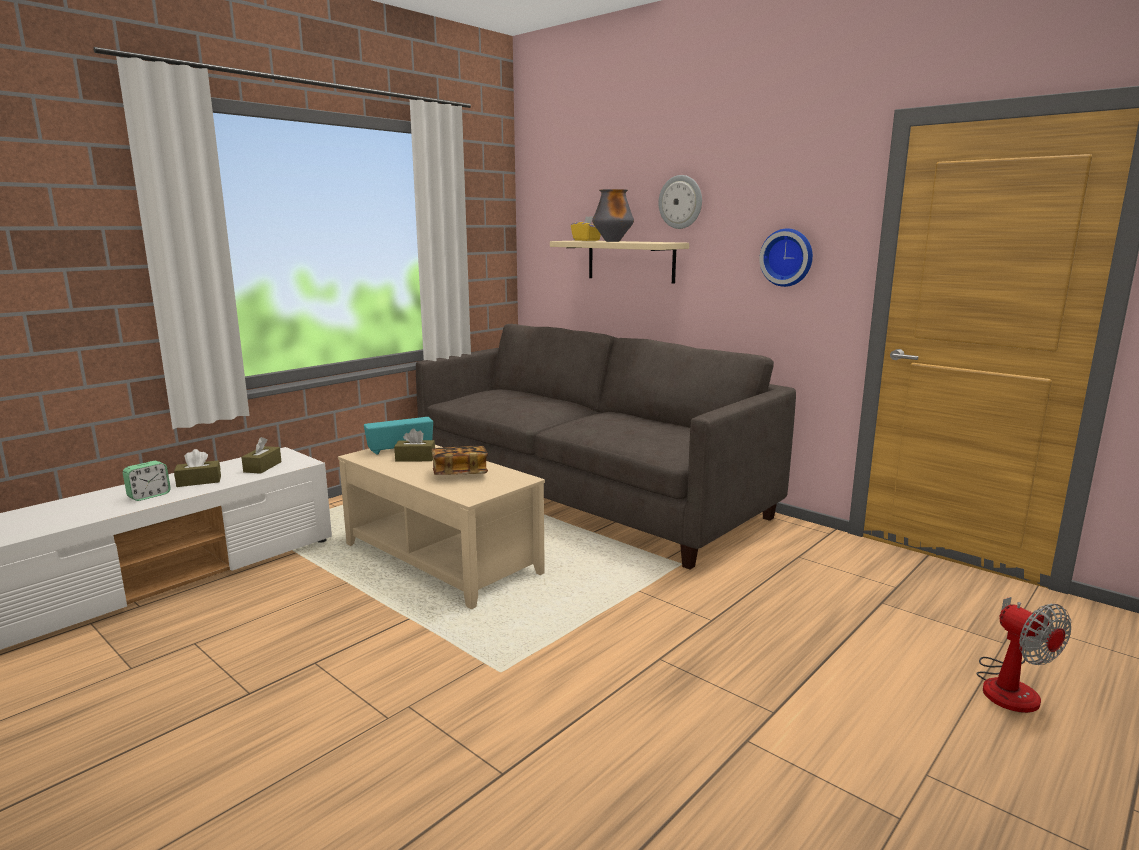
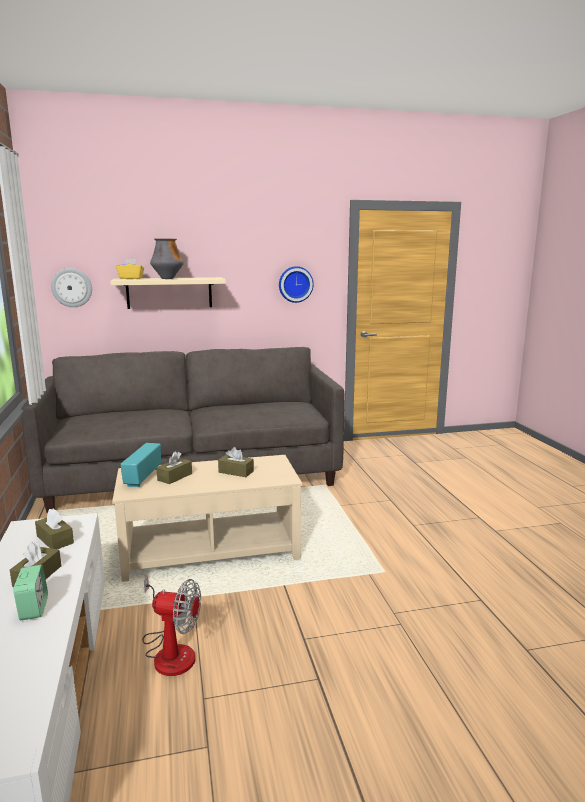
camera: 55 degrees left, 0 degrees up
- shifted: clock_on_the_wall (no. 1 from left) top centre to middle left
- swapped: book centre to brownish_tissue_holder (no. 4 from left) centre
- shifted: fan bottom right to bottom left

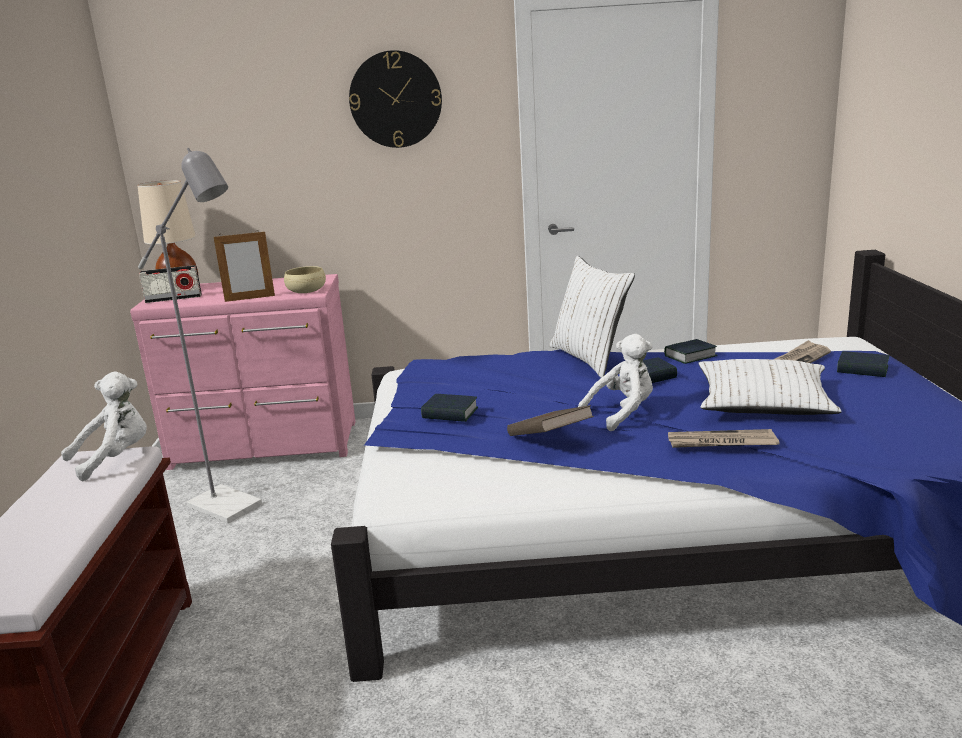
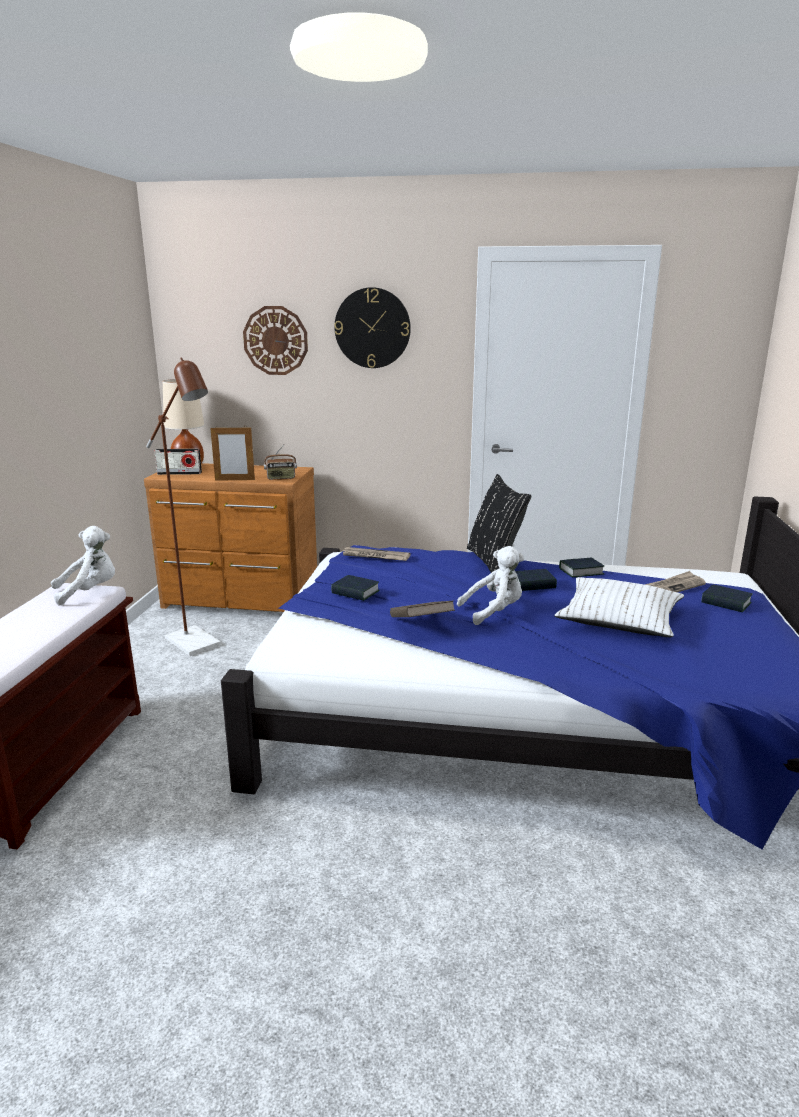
camera: 10 degrees right, 0 degrees up
- repainted: gray_floor_lamp middle left to brownish_floor_lamp middle left
- repainted: white_throw_pillow (no. 1 from left) centre to blackish_throw_pillow centre
- swapped: beige-coloured_deep_dish middle left to radio_receiver (no. 2 from left) centre
- repainted: pink-coloured_drawer_chest middle left to brownish_drawer_chest middle left
- shifted: newspaper (no. 1 from left) middle right to centre
- new: clock_on_the_wall (no. 1 from left) top centre

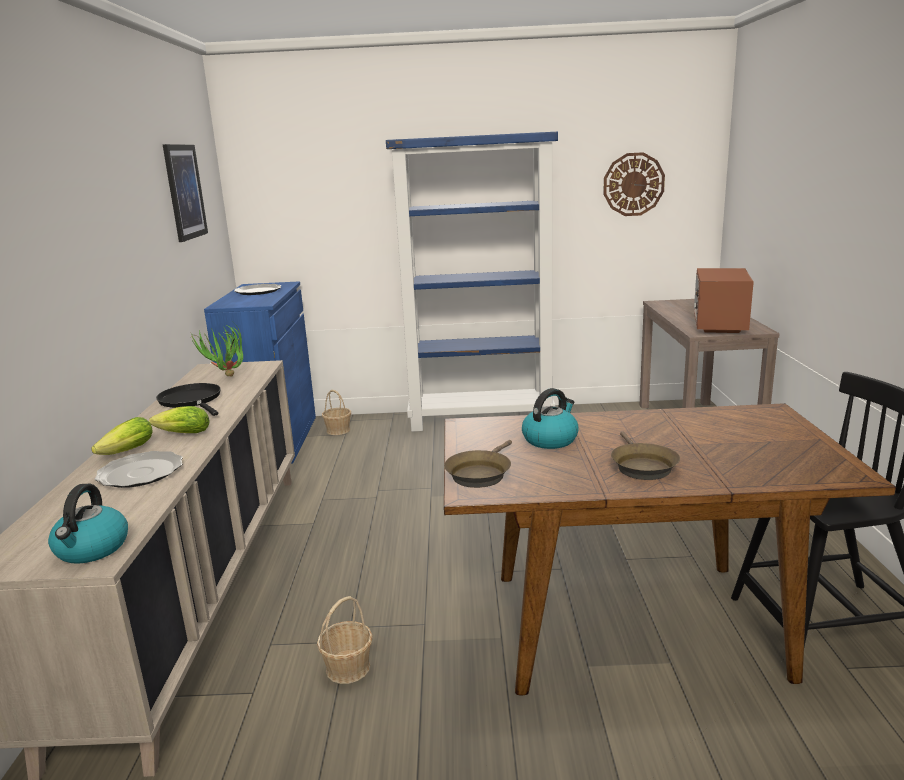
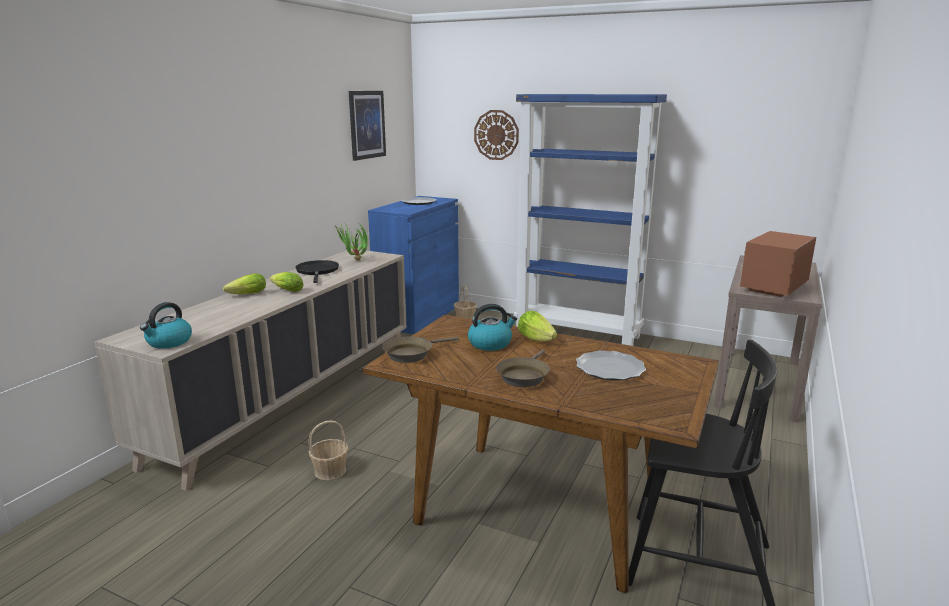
camera: 25 degrees right, 0 degrees up
- shifted: clock_on_the_wall top right to top centre
- shifted: flat_dish (no. 1 from left in the first image) middle left to flat_dish (no. 2 from left) centre
- new: head_of_lettuce (no. 3 from left) centre

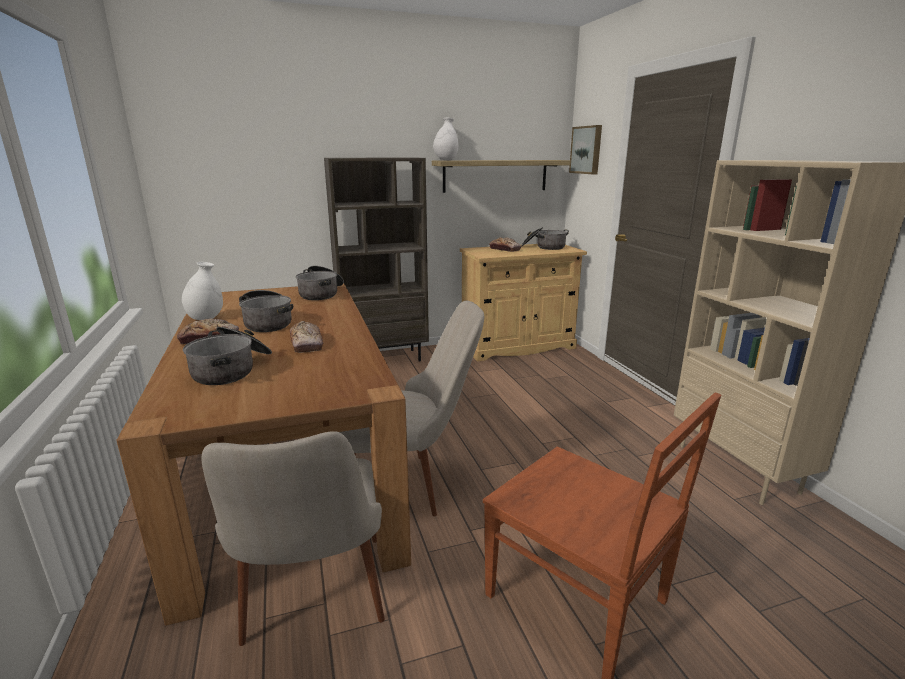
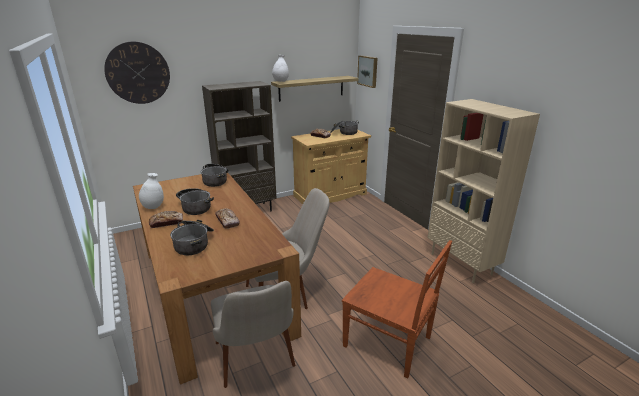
camera: 10 degrees left, 5 degrees up
- new: clock_on_the_wall top left

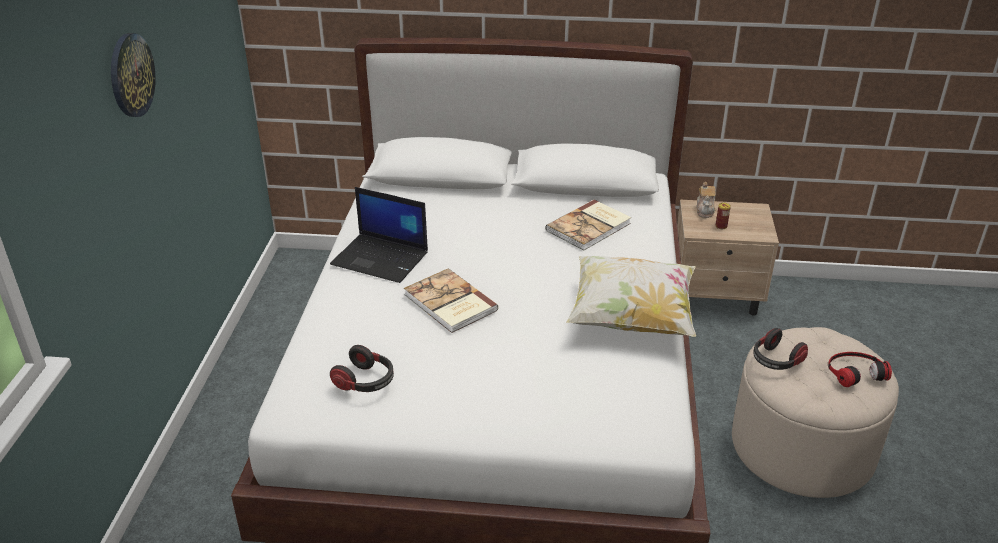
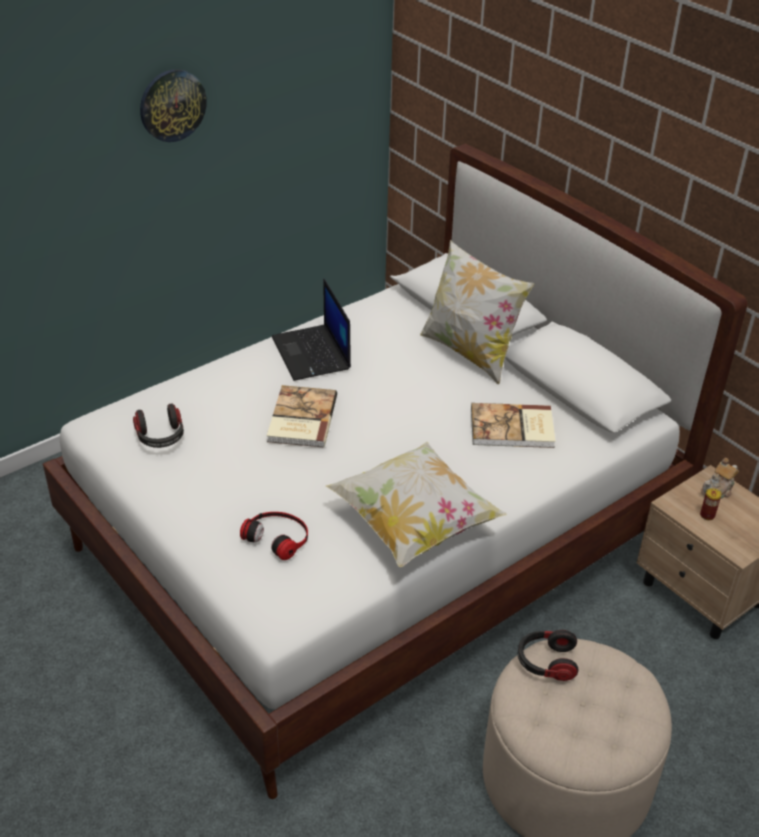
camera: 45 degrees right, 5 degrees up
- shifted: headset (no. 3 from left in the first image) bottom right to headset (no. 2 from left) centre
- new: throw_pillow (no. 2 from left) centre

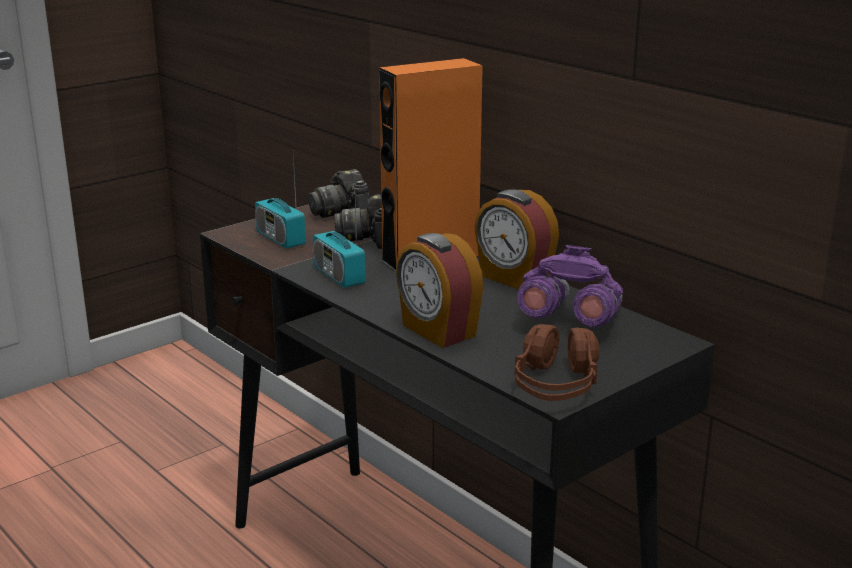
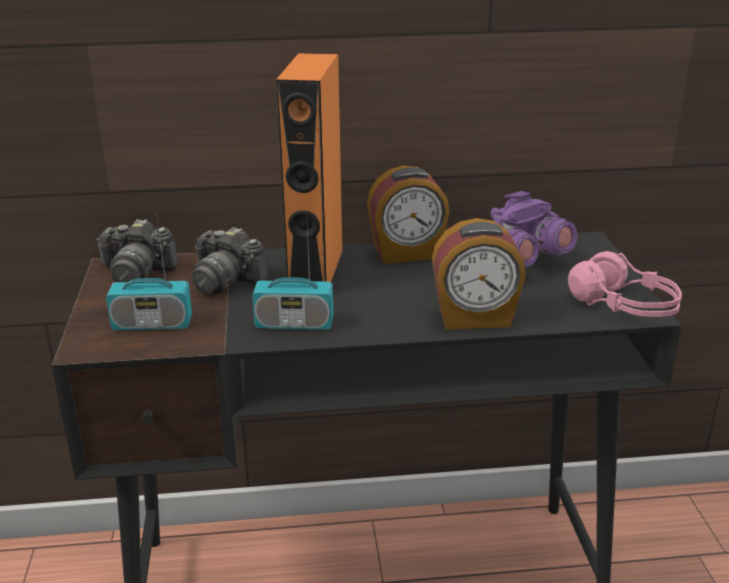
camera: 55 degrees left, 5 degrees up
- repainted: brownish_headset centre to pink-coloured_headset middle right

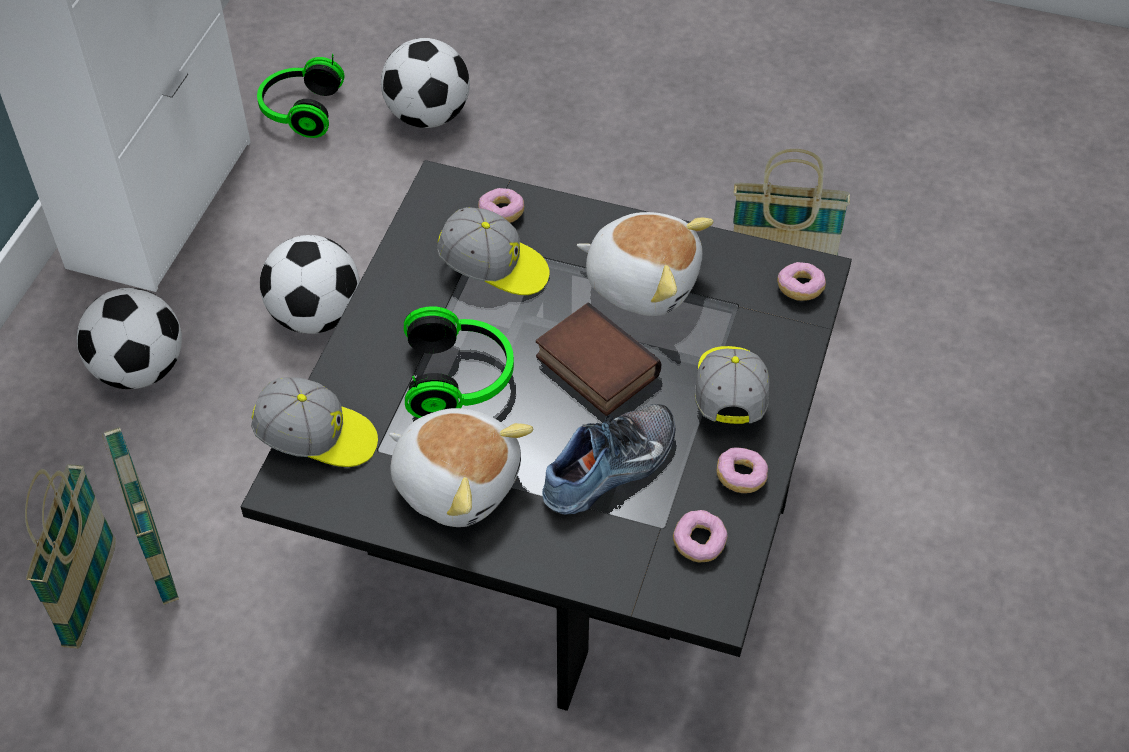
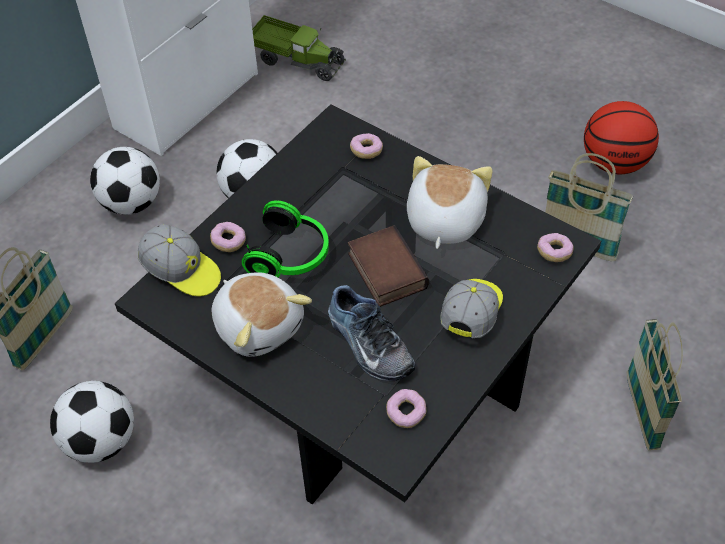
camera: 20 degrees right, 0 degrees up
- shifted: ball_for_football (no. 3 from left in the first image) top centre to ball_for_football (no. 1 from left) bottom left
- swapped: headset (no. 1 from left) top left to toy_truck top centre
- gone: peaked_cap (no. 2 from left) centre
- rotated: soft_toy (no. 2 from left) centre = centre 120 degrees counterclockwise
- rotated: low_shoe centre = centre 75 degrees clockwise
- shifted: basket (no. 2 from left in the first image) bottom left to basket (no. 3 from left) bottom right
- shifted: donut (no. 3 from left in the first image) centre to donut (no. 1 from left) middle left
- new: ball_for_basketball top right

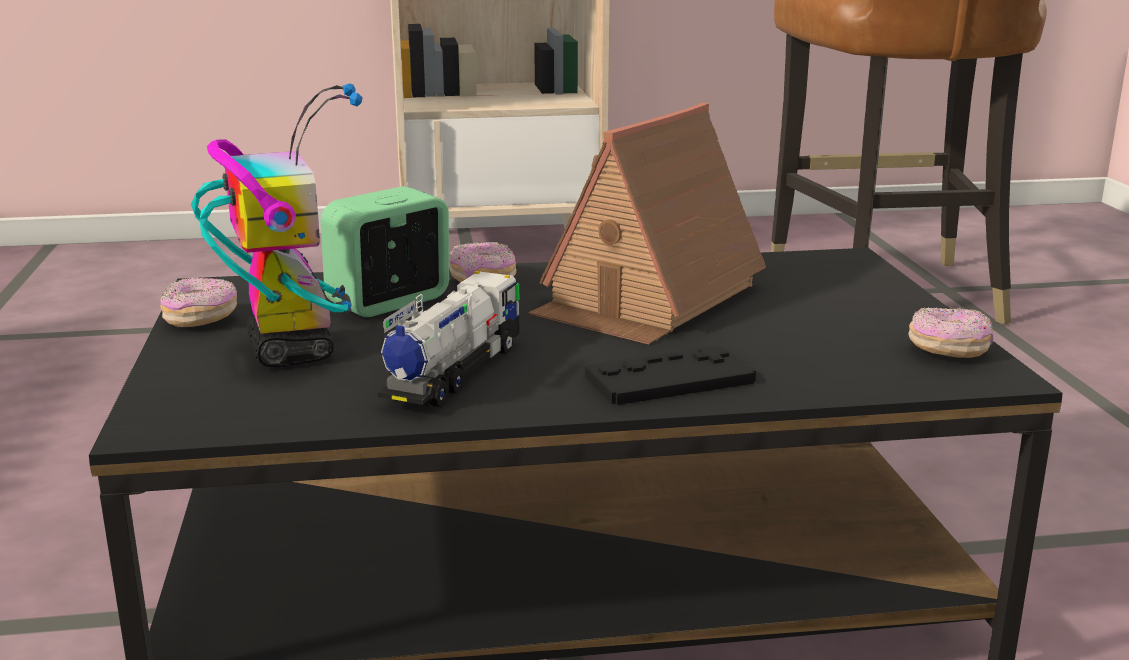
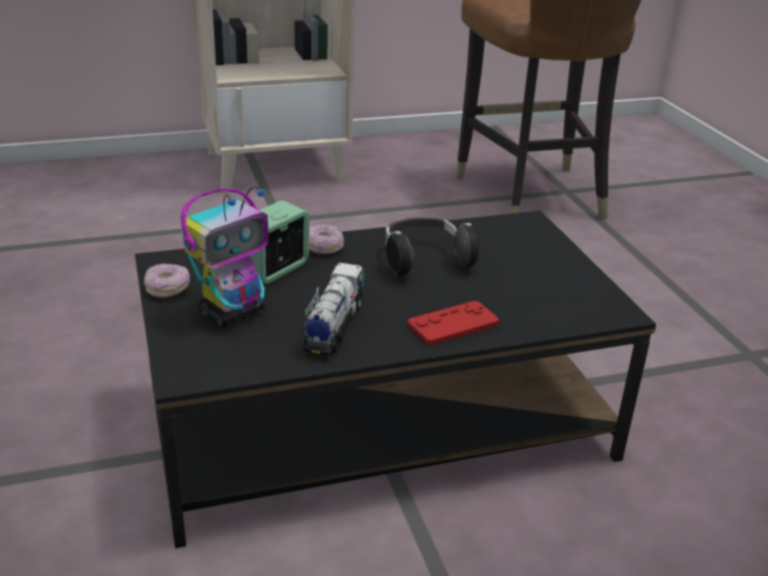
camera: 10 degrees left, 10 degrees up
- rotated: robot_figure middle left = middle left 75 degrees clockwise
- swapped: toy_house centre to headset centre
- gone: donut (no. 3 from left) middle right
- repainted: blackish_joypad centre to red_joypad centre

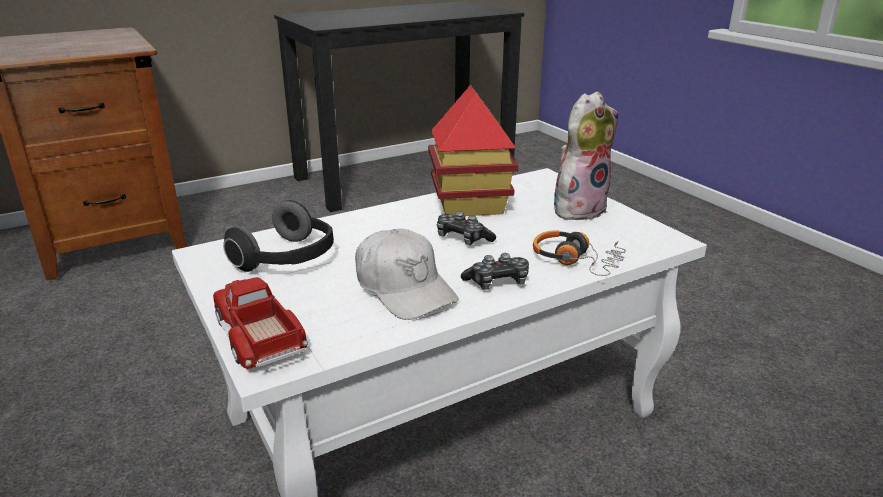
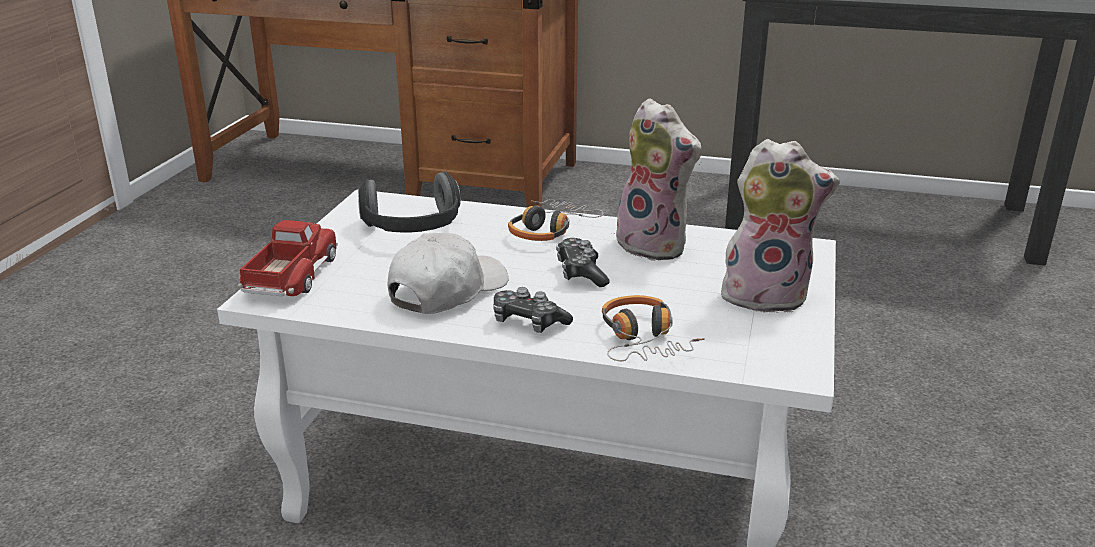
camera: 45 degrees right, 0 degrees up
- swapped: toy_house top centre to soft_toy (no. 1 from left) top centre
- rotated: white_peaked_cap centre = centre 150 degrees counterclockwise
- new: headset (no. 2 from left) centre

